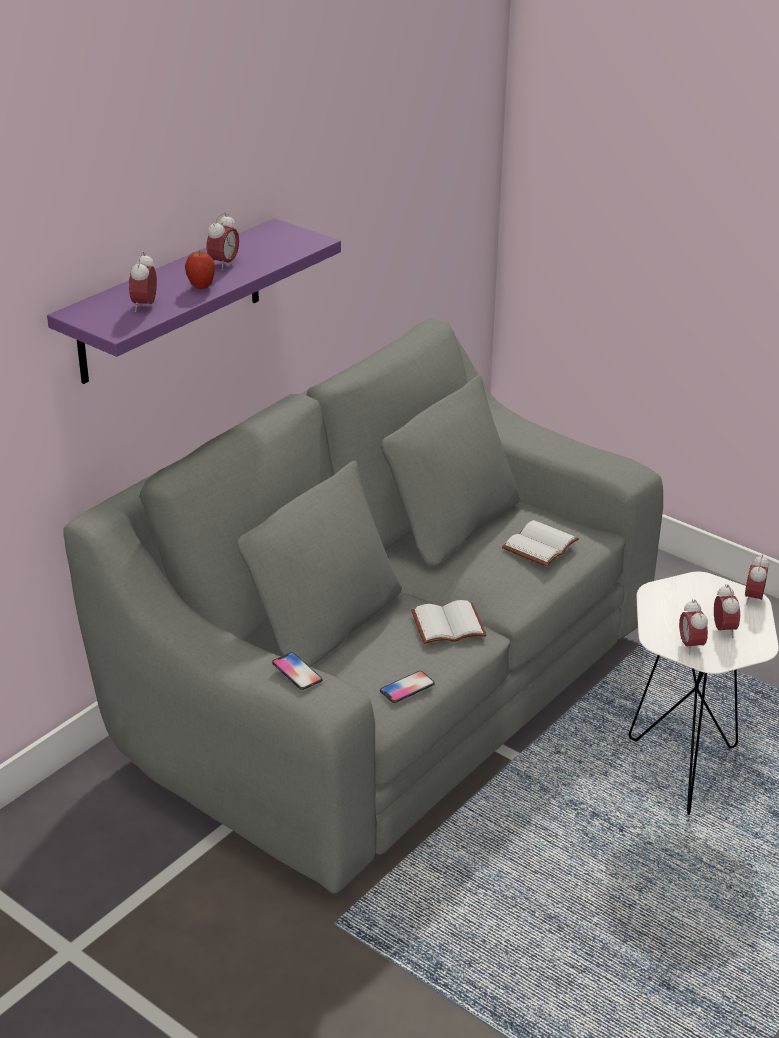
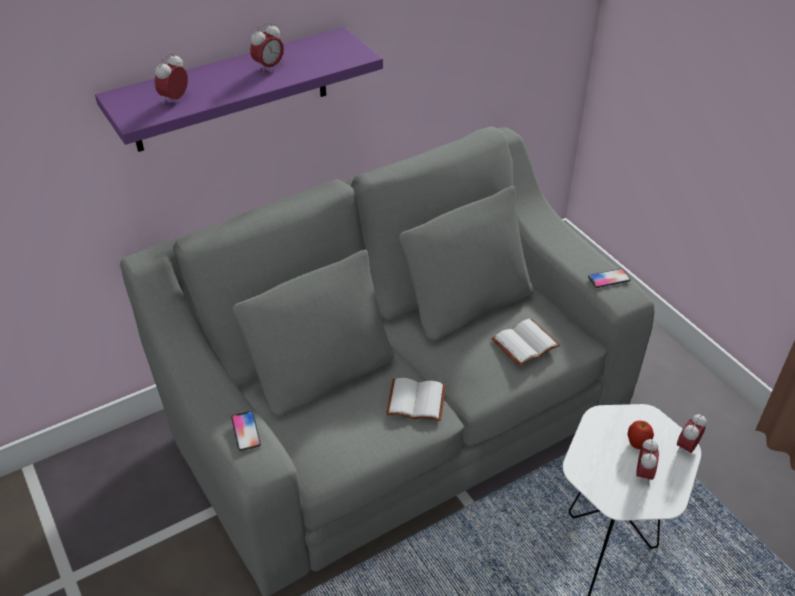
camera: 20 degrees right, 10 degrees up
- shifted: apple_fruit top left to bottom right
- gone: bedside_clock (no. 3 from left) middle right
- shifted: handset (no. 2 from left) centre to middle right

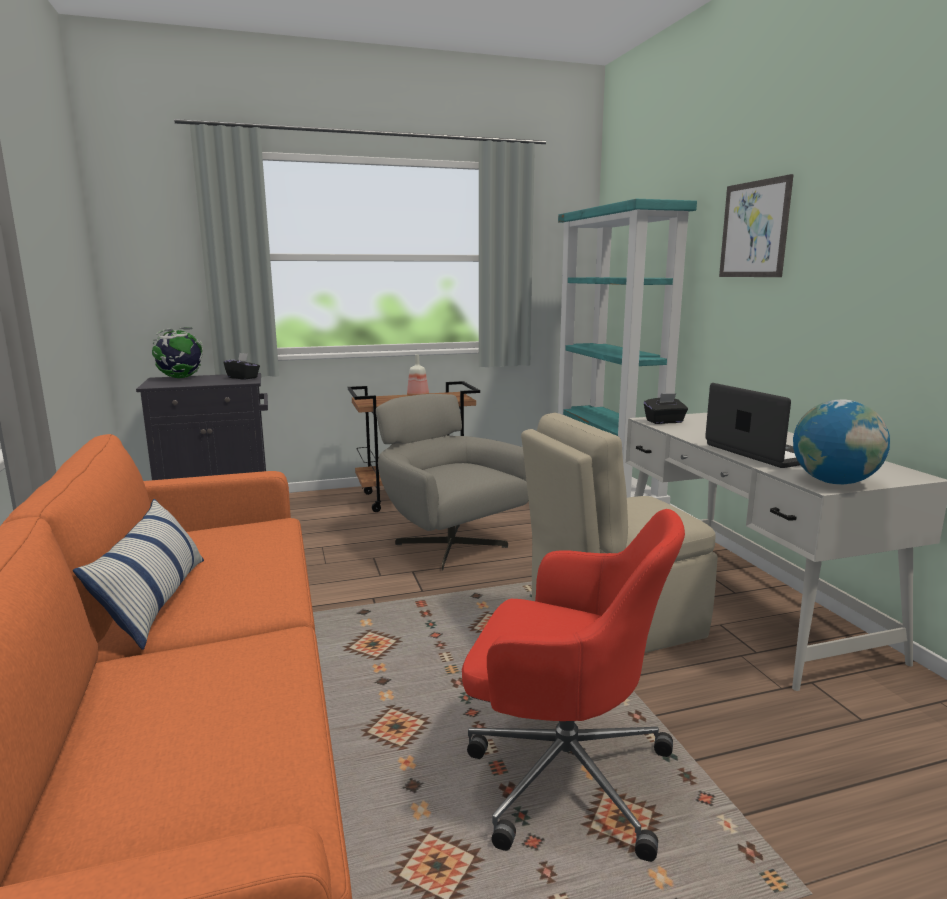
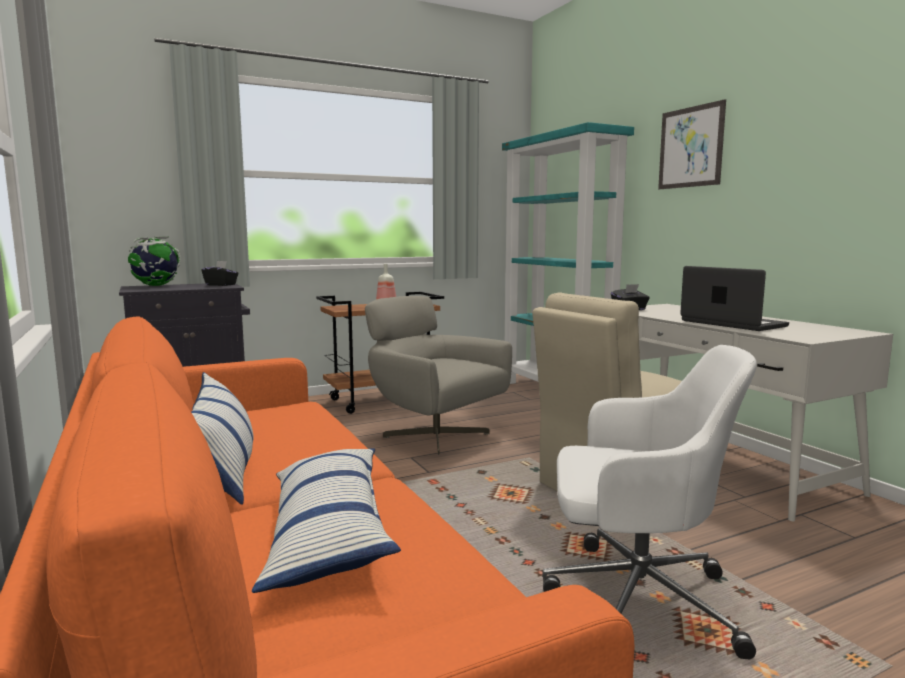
camera: 10 degrees left, 5 degrees down
- gone: desk_globe (no. 2 from left) middle right
- repainted: red_office_chair bottom centre to white_office_chair bottom right
- new: throw_pillow (no. 2 from left) bottom centre

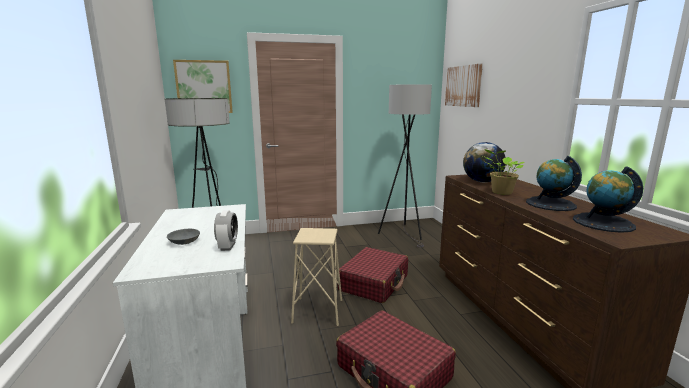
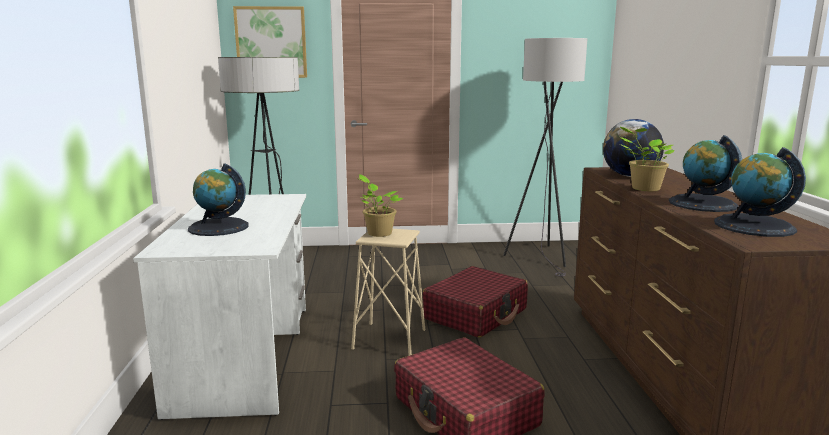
camera: 10 degrees right, 0 degrees up
- gone: wall_art (no. 2 from left) top right
- gone: bedside_clock middle left
- swapped: gray_deep_dish middle left to desk_globe (no. 1 from left) middle left
- new: potted_plant (no. 1 from left) centre

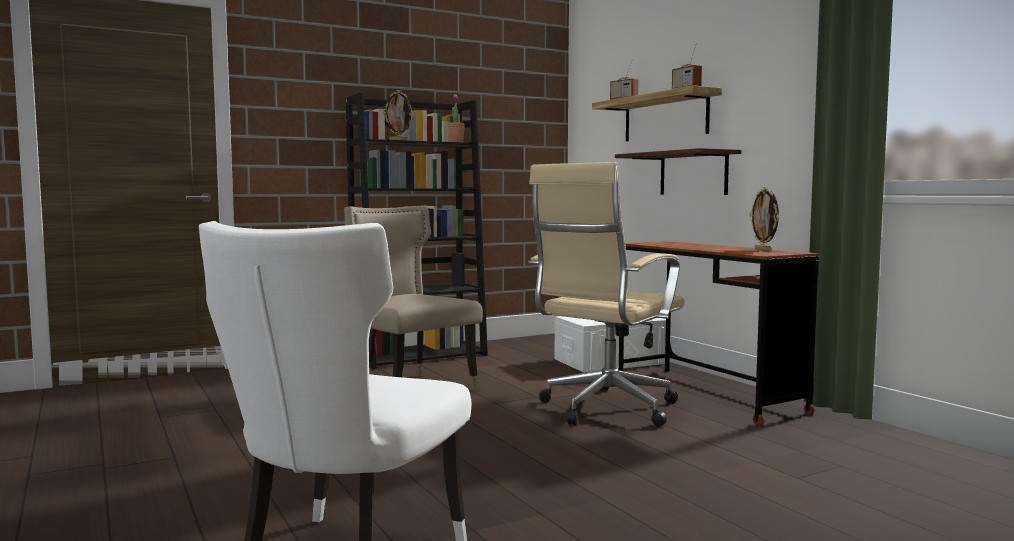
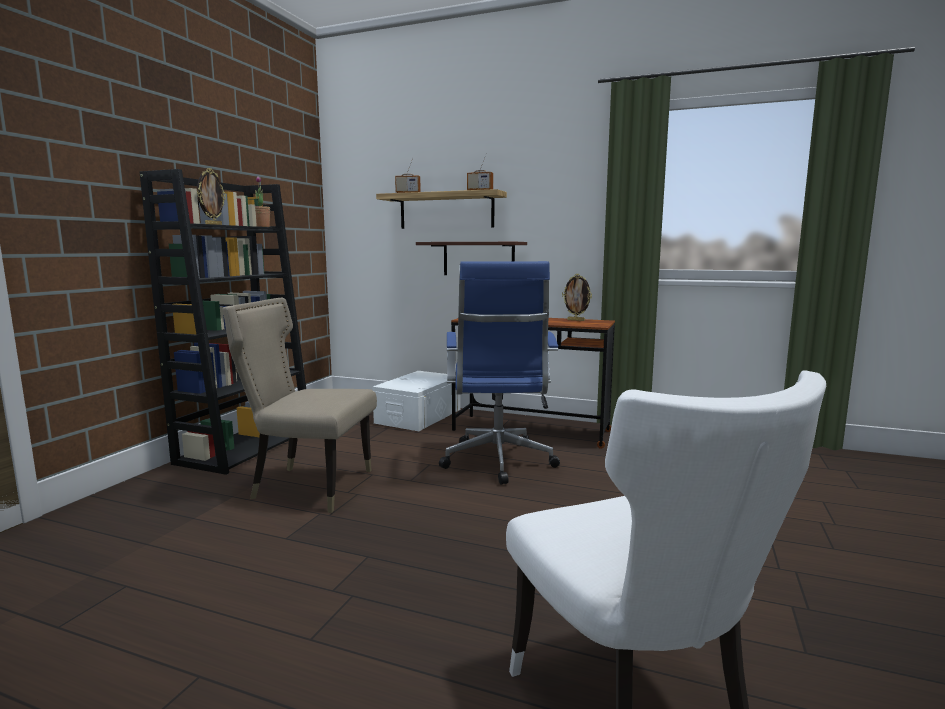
camera: 40 degrees left, 5 degrees up
- repainted: beige-coloured_office_chair centre to blue_office_chair centre

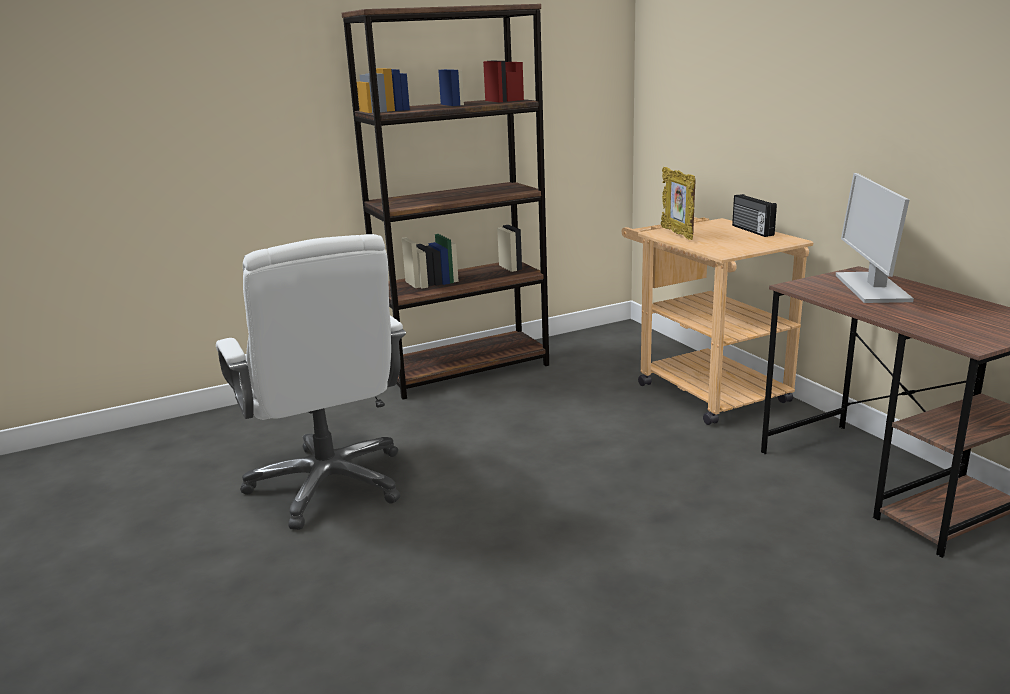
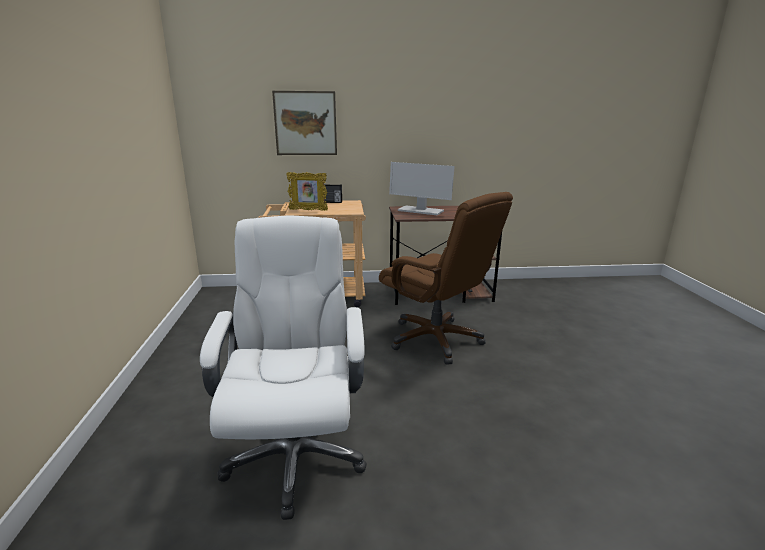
camera: 70 degrees left, 0 degrees up
- gone: brownish_shelving_unit top centre
- rotated: white_office_chair middle left = bottom centre 90 degrees counterclockwise
- new: wall_art top centre
- new: brownish_office_chair centre

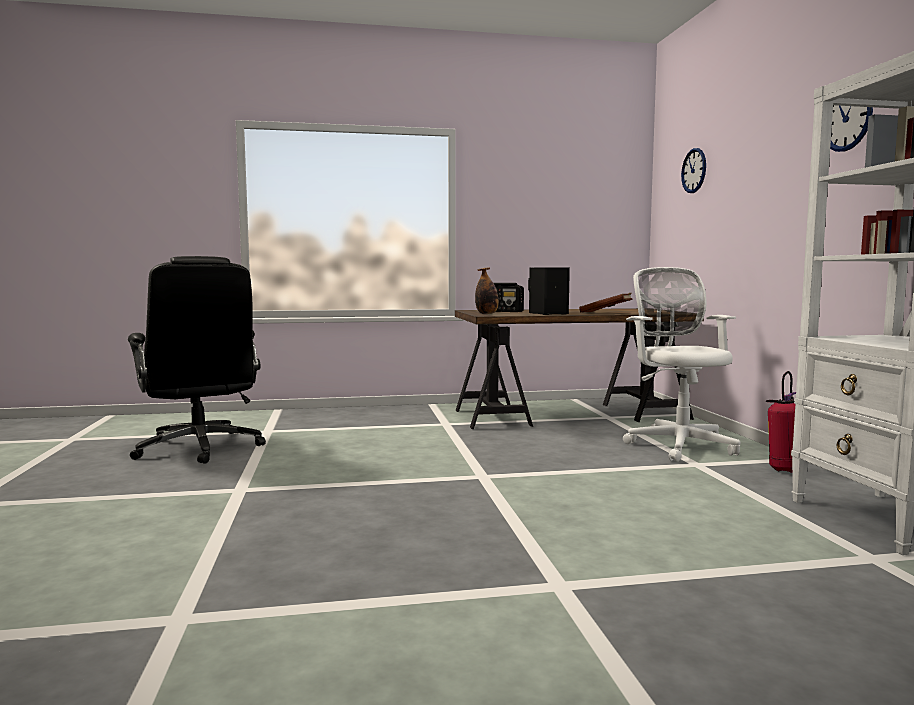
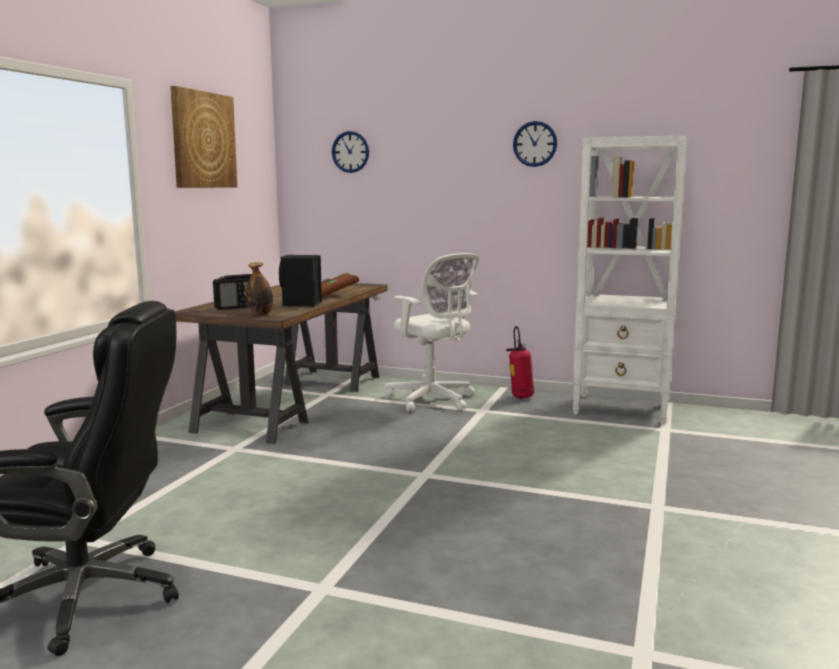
camera: 60 degrees left, 5 degrees up
- rotated: white_office_chair middle right = centre 150 degrees counterclockwise
- new: wall_art top left

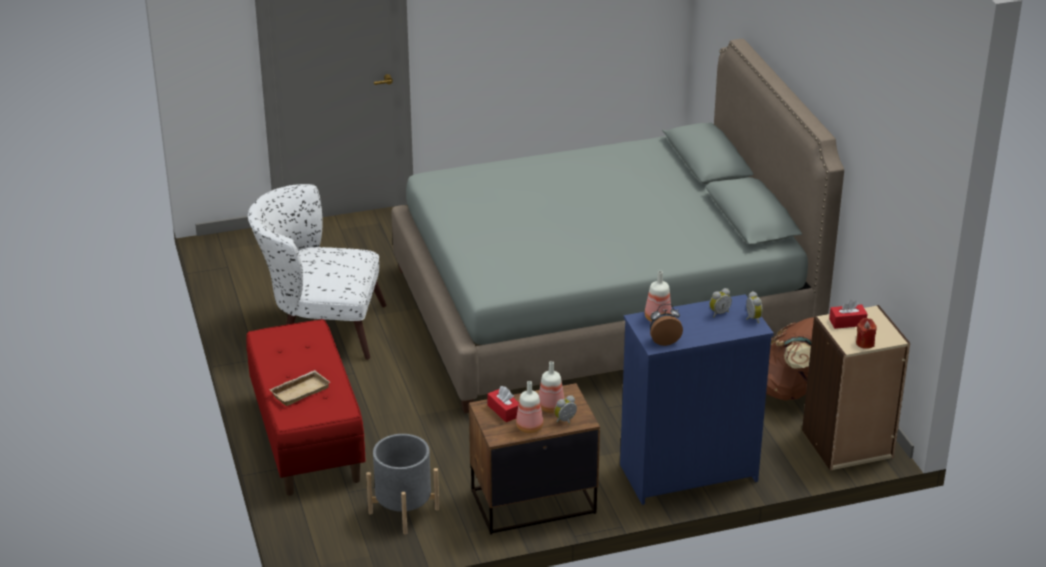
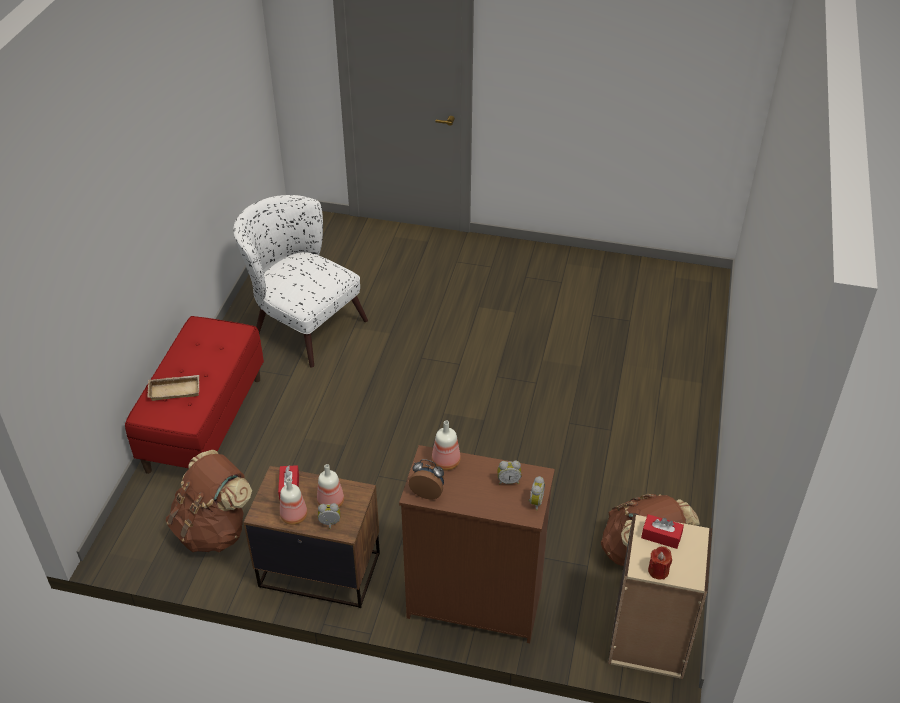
camera: 30 degrees right, 10 degrees up
- gone: gray_bedroom_bed centre
- repainted: blue_drawer_chest bottom centre to brownish_drawer_chest bottom centre
- swapped: gray_planter bottom centre to brownish_rucksack (no. 1 from left) bottom left

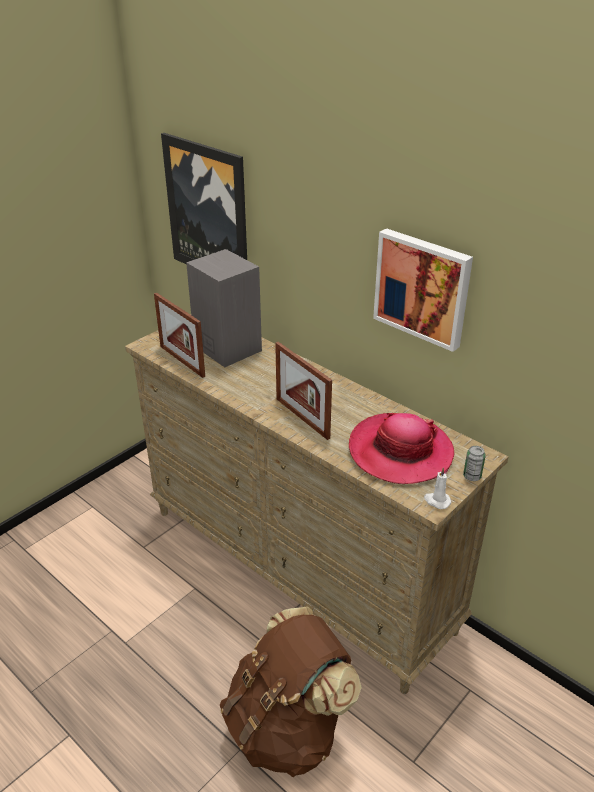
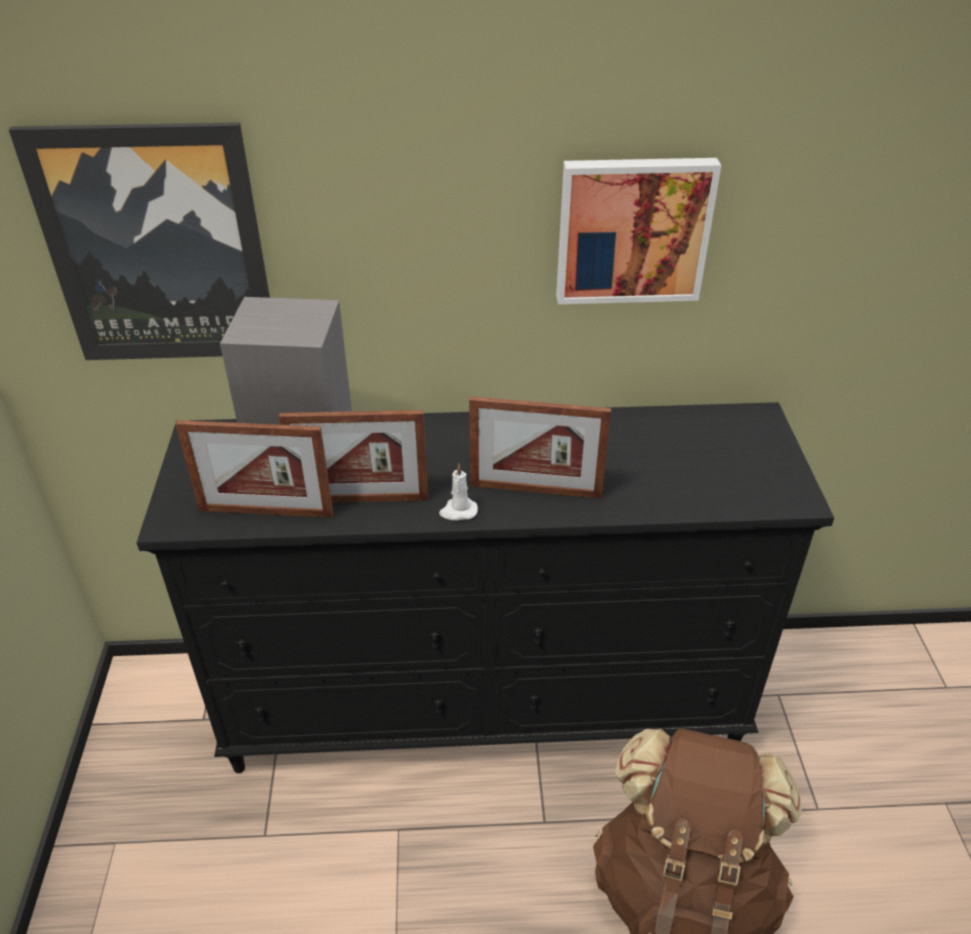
camera: 45 degrees left, 5 degrees up
- repainted: beige-coloured_drawer_chest centre to blackish_drawer_chest centre
- gone: clothing_hat middle right
- gone: can middle right
- shifted: white_wax_light middle right to centre
- new: photo_frame (no. 2 from left) centre

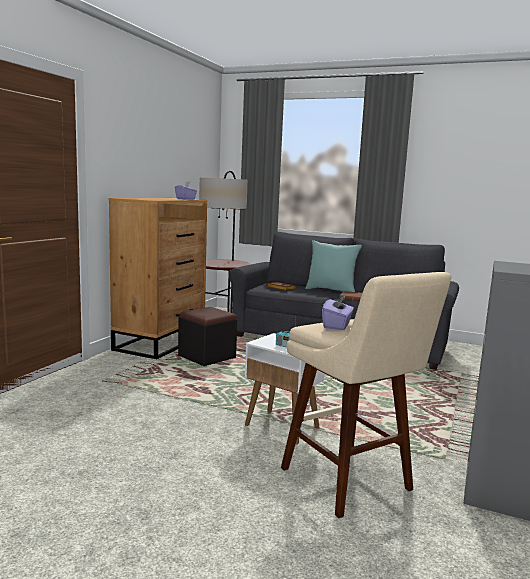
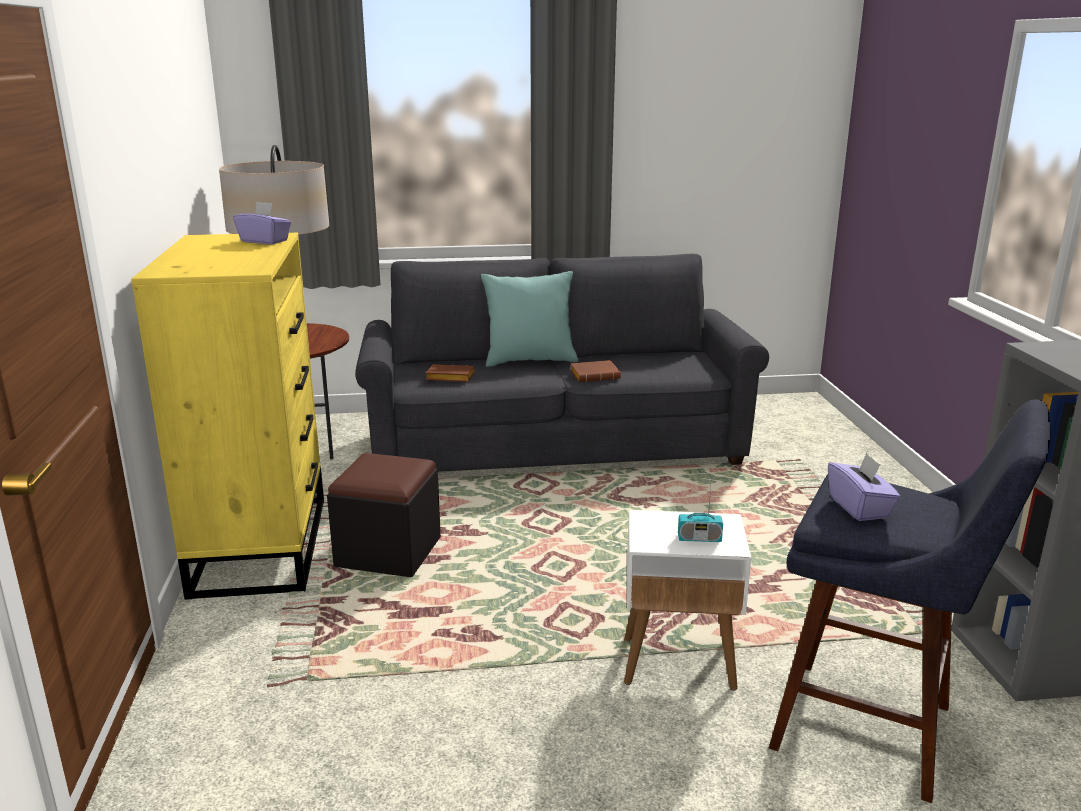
camera: 30 degrees left, 10 degrees up
- repainted: brownish_drawer_chest middle left to yellow-coloured_drawer_chest middle left
- repainted: beige-coloured_sitting_stool bottom right to blue_sitting_stool bottom right

